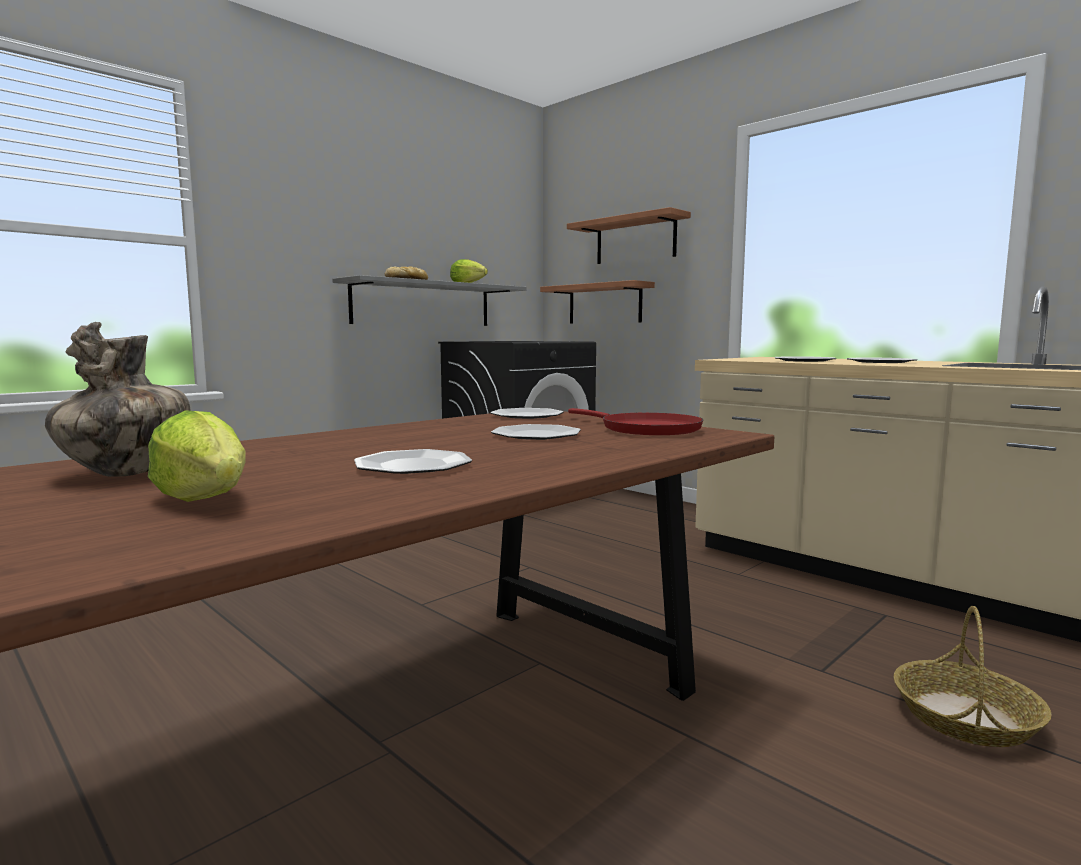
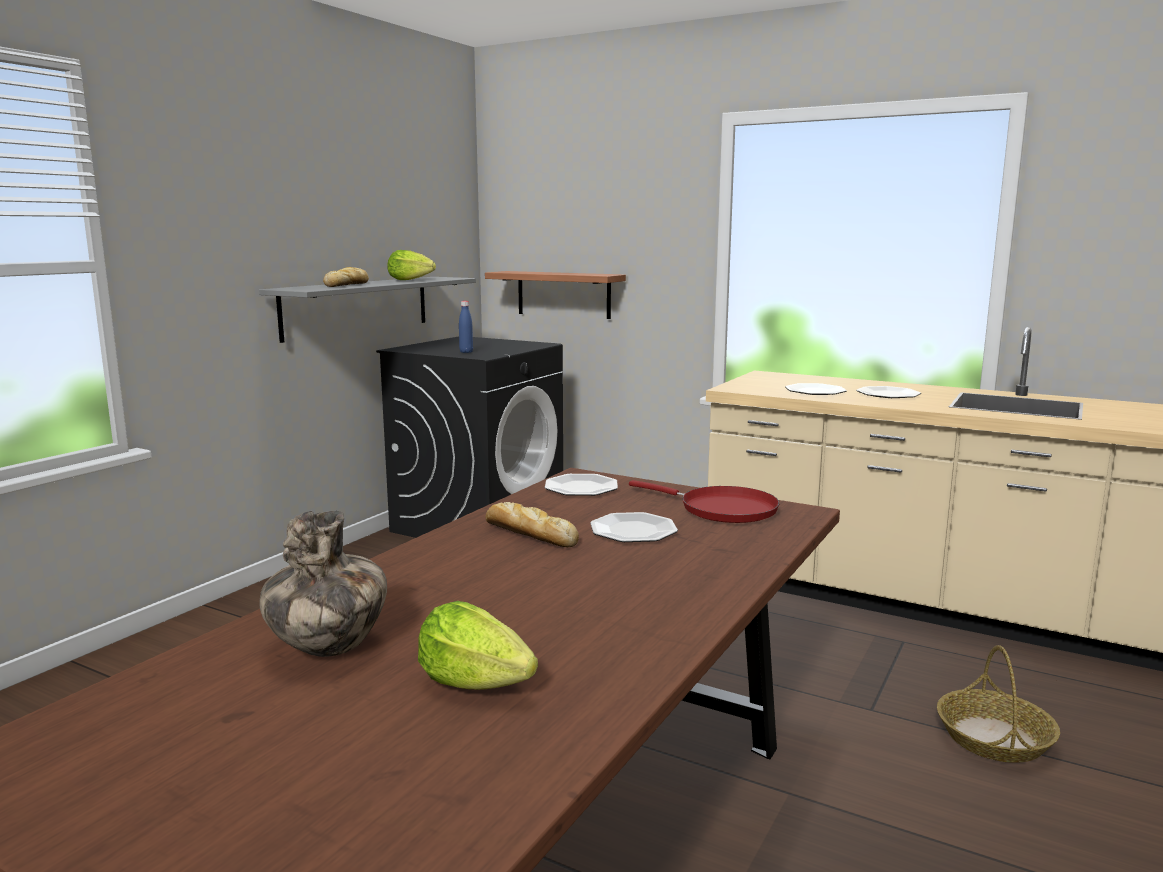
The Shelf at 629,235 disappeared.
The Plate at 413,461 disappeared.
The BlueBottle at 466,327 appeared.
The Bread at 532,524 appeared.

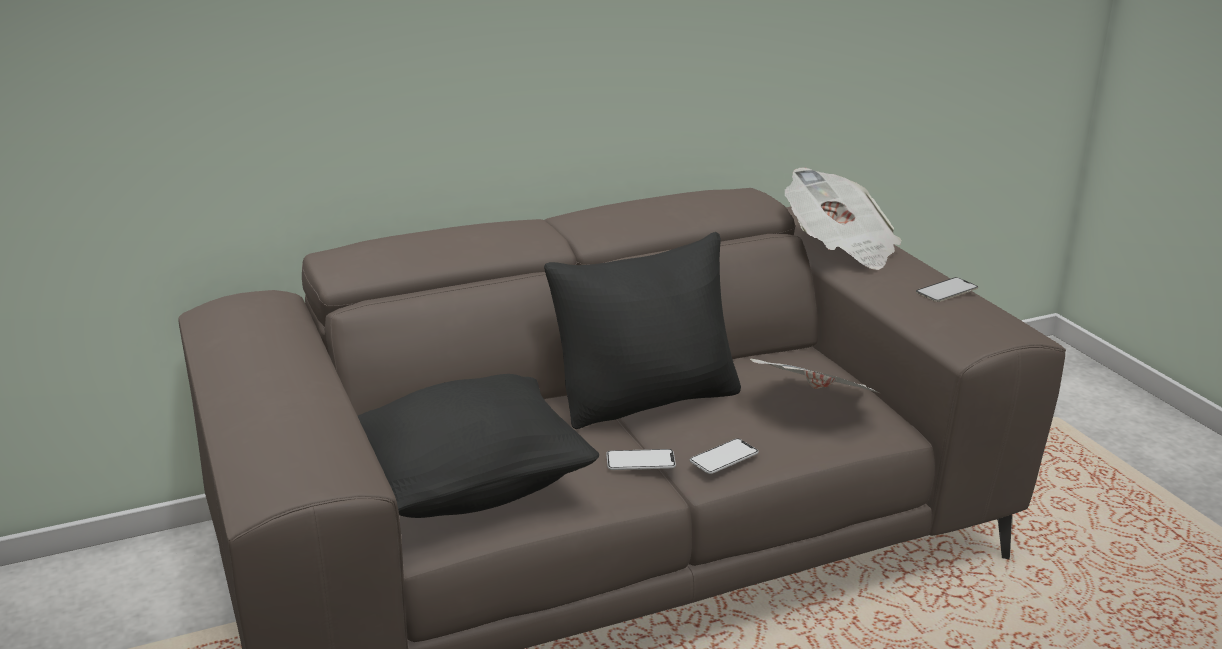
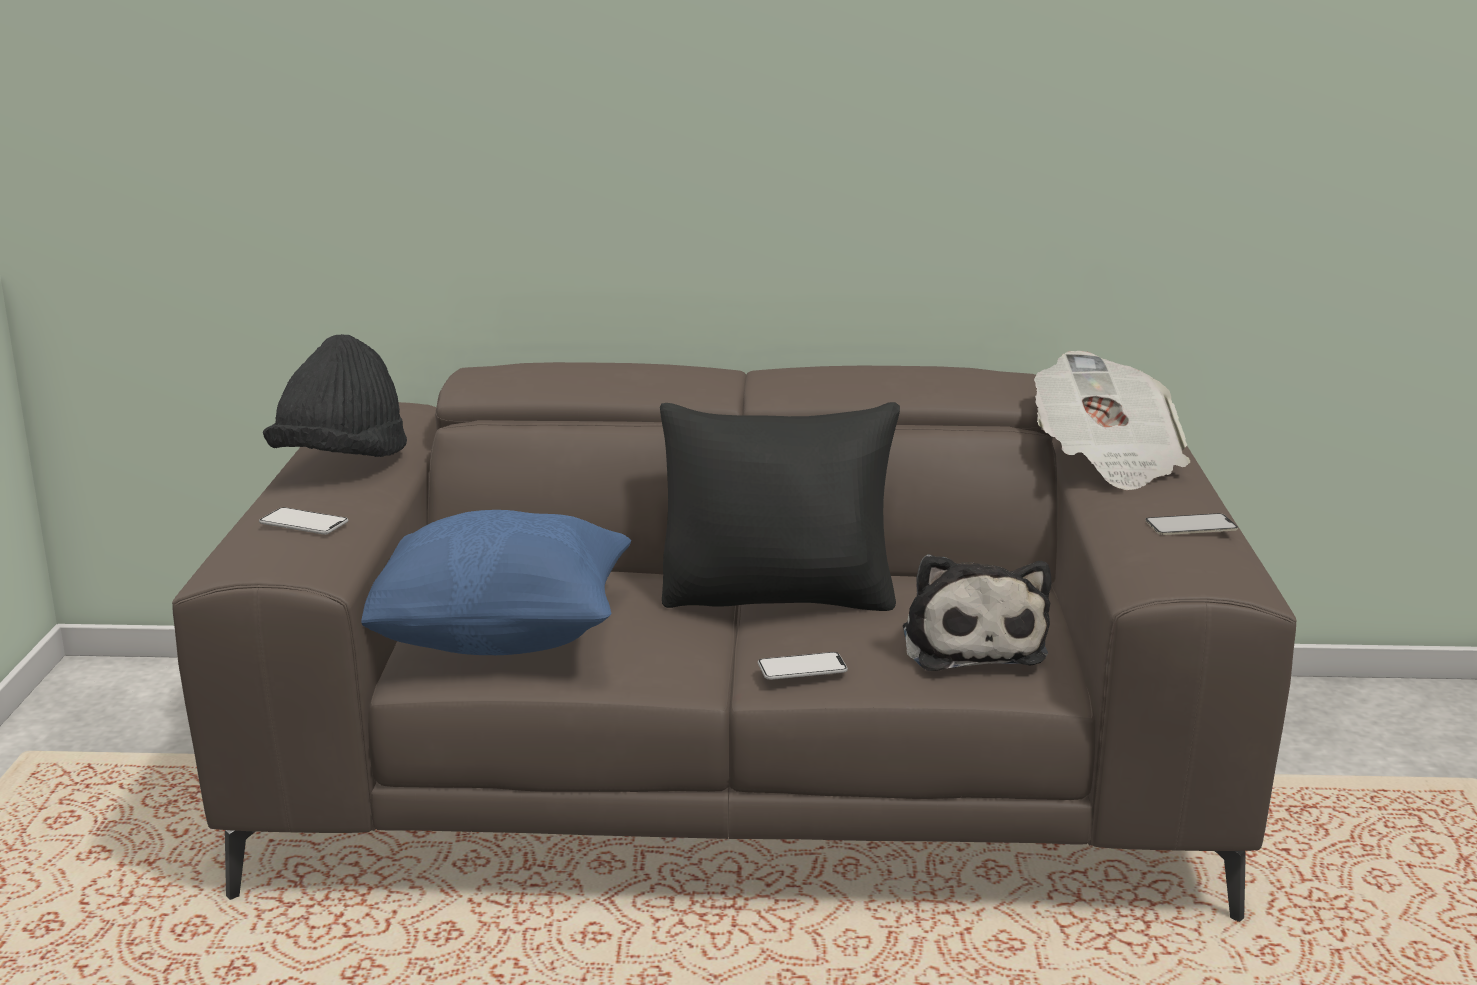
The Newspaper at 815,376 was replaced by the PlushToy at 977,612.
The BlackPillow at 478,446 became the BluePillow at 496,582.
The Phone moved from 641,459 to 303,521.
The BlackHat at 335,395 appeared.

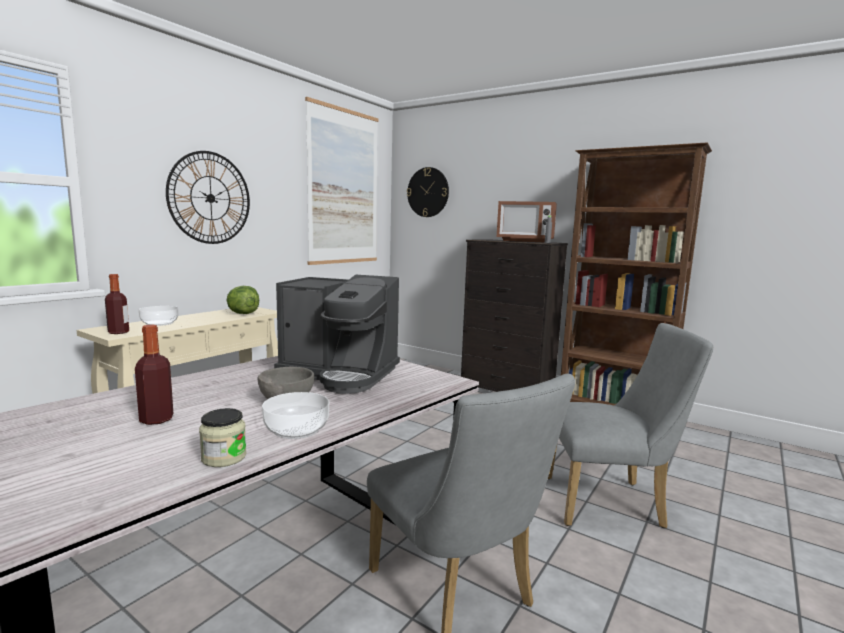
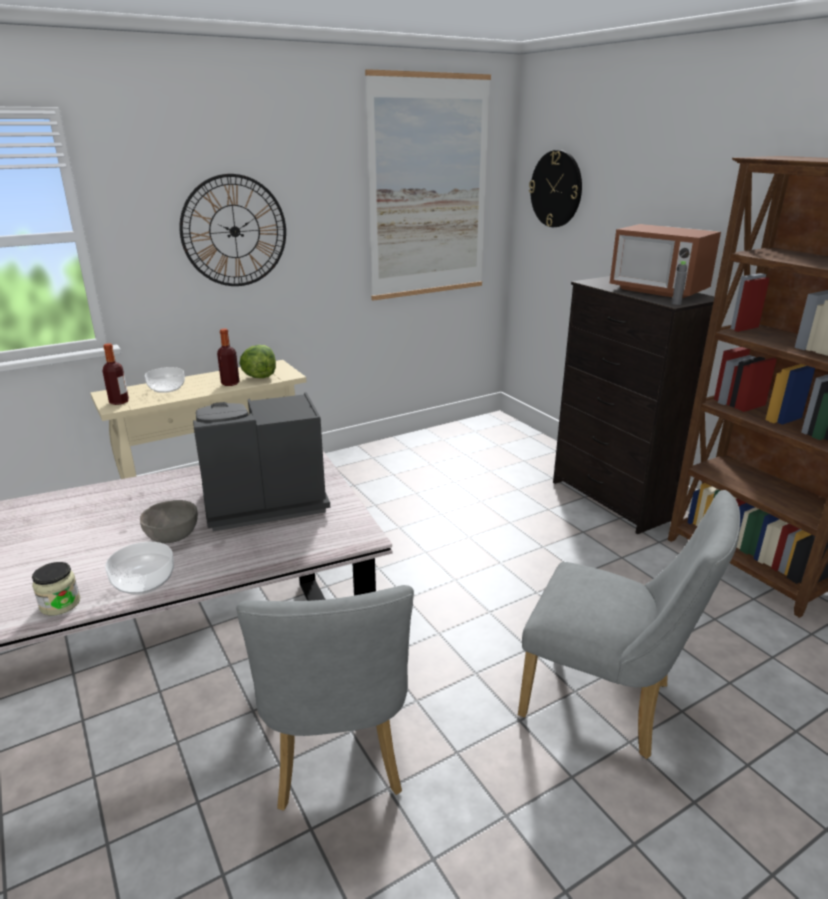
The CoffeeMachine at 337,334 turned 120 degrees clockwise.
The Bottle moved from 154,375 to 228,357.

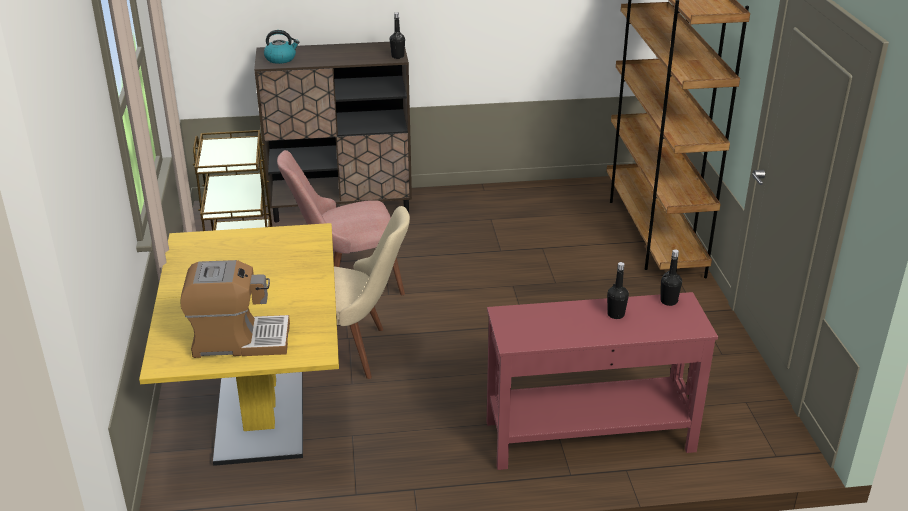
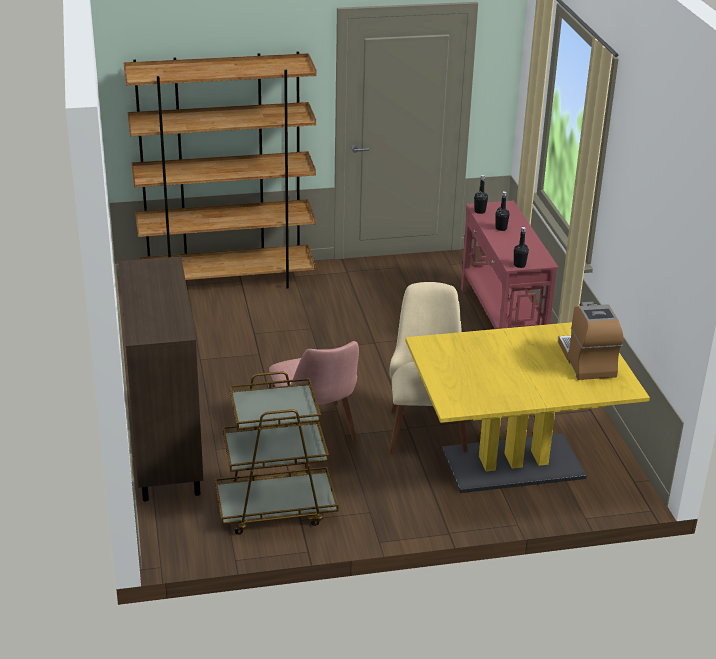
The BlackBottle moved from 397,35 to 521,247.
The Kettle at 281,47 disappeared.

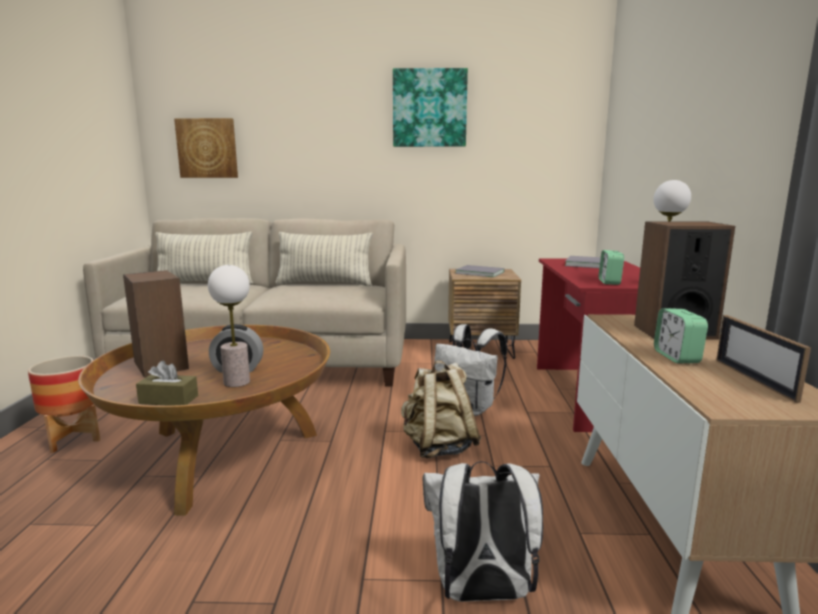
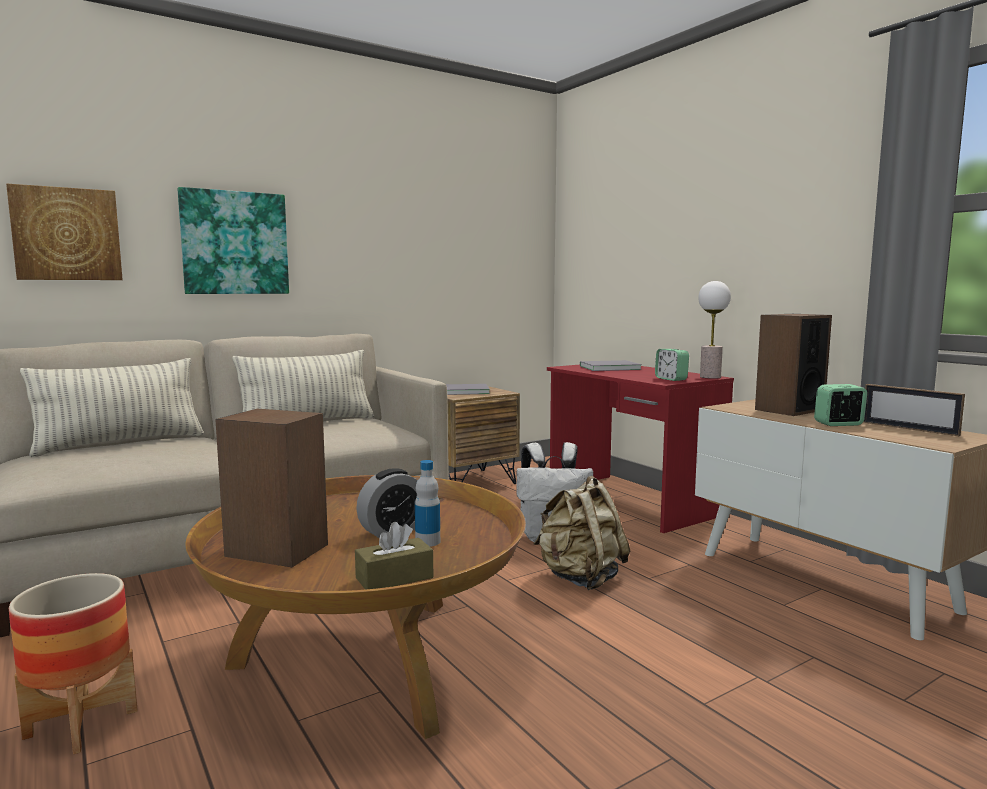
The Picture moved from 430,107 to 233,240.
The TableLamp at 229,326 was replaced by the Bottle at 427,503.
The AlarmClock at 681,335 turned 120 degrees clockwise.
The WhiteBackpack at 482,531 disappeared.

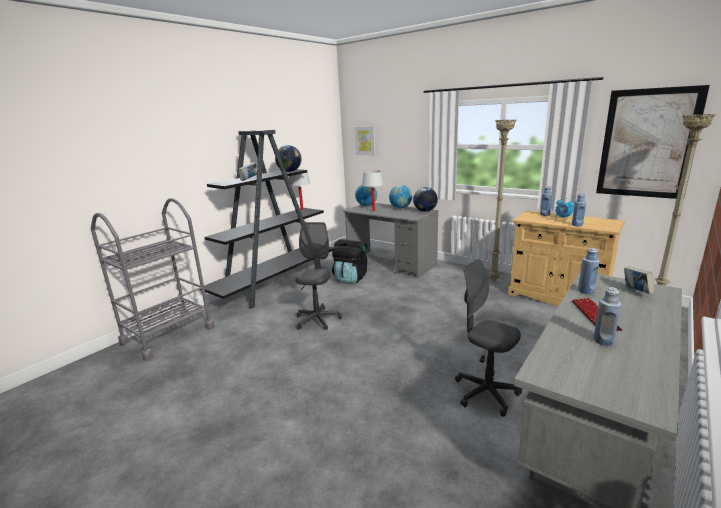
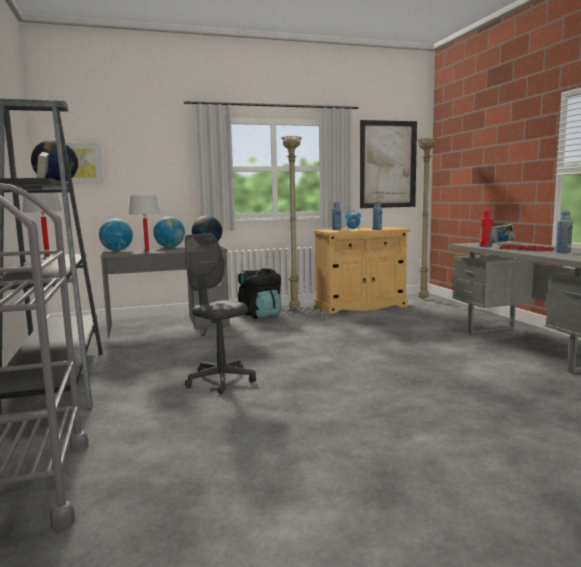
The BlackBackpack moved from 349,261 to 259,293.
The BlueBottle at 589,271 became the RedBottle at 486,228.
The GreyOfficeChair at 488,338 disappeared.

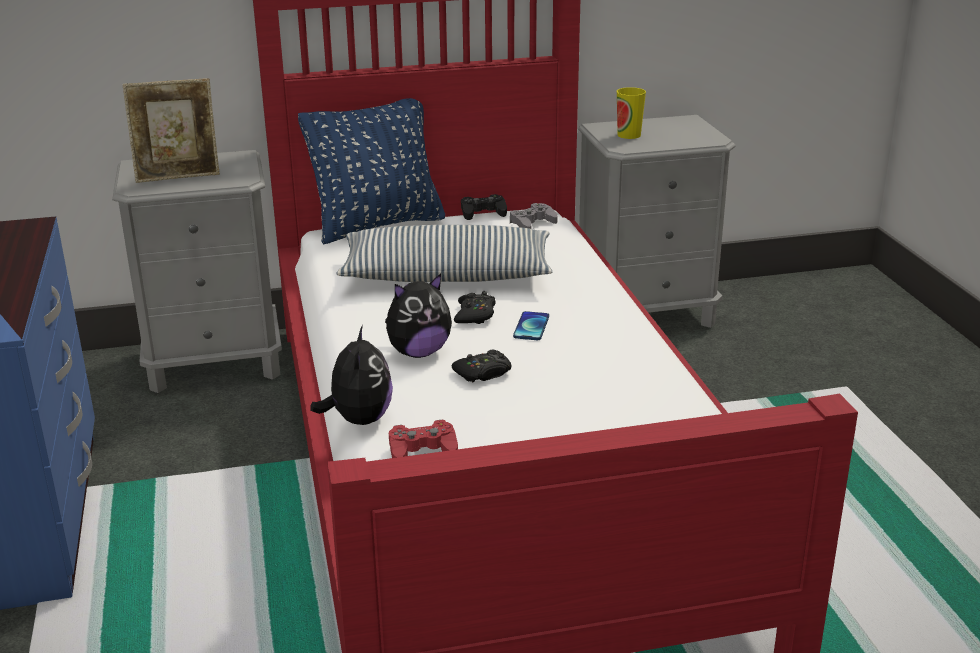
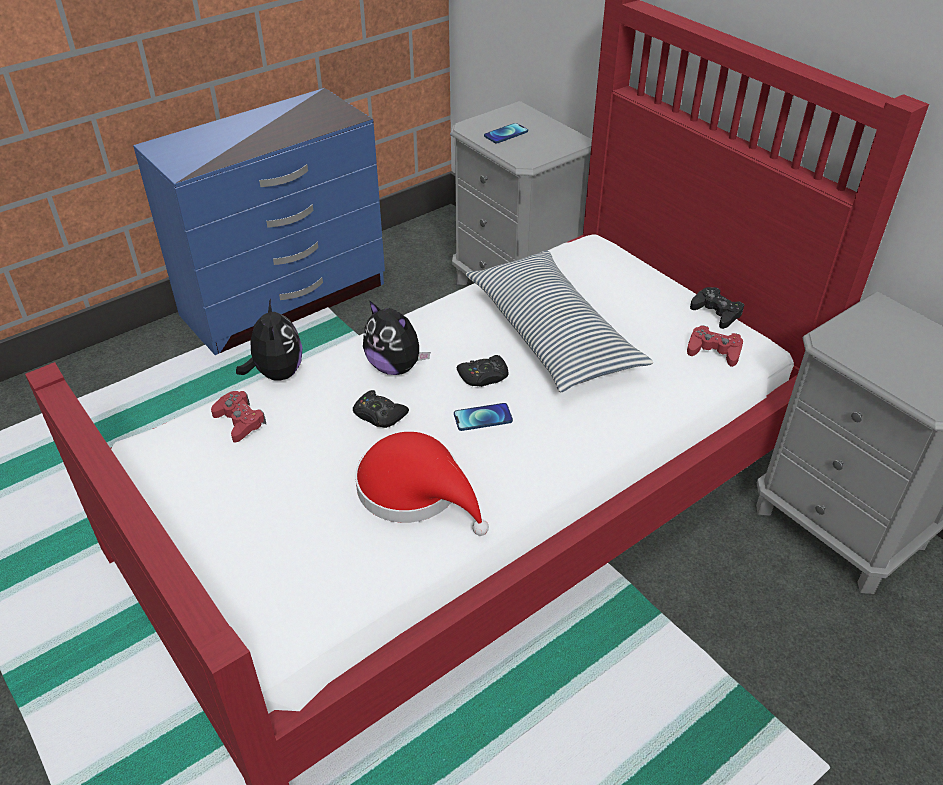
The PictureFrame at 171,130 was replaced by the Phone at 506,133.
The Cup at 631,113 disappeared.
The BluePillow at 371,171 disappeared.
The GreyGameController at 534,216 became the RedGameController at 715,346.
The PlushToy at 351,375 turned 75 degrees counterclockwise.
The RedHat at 422,484 appeared.

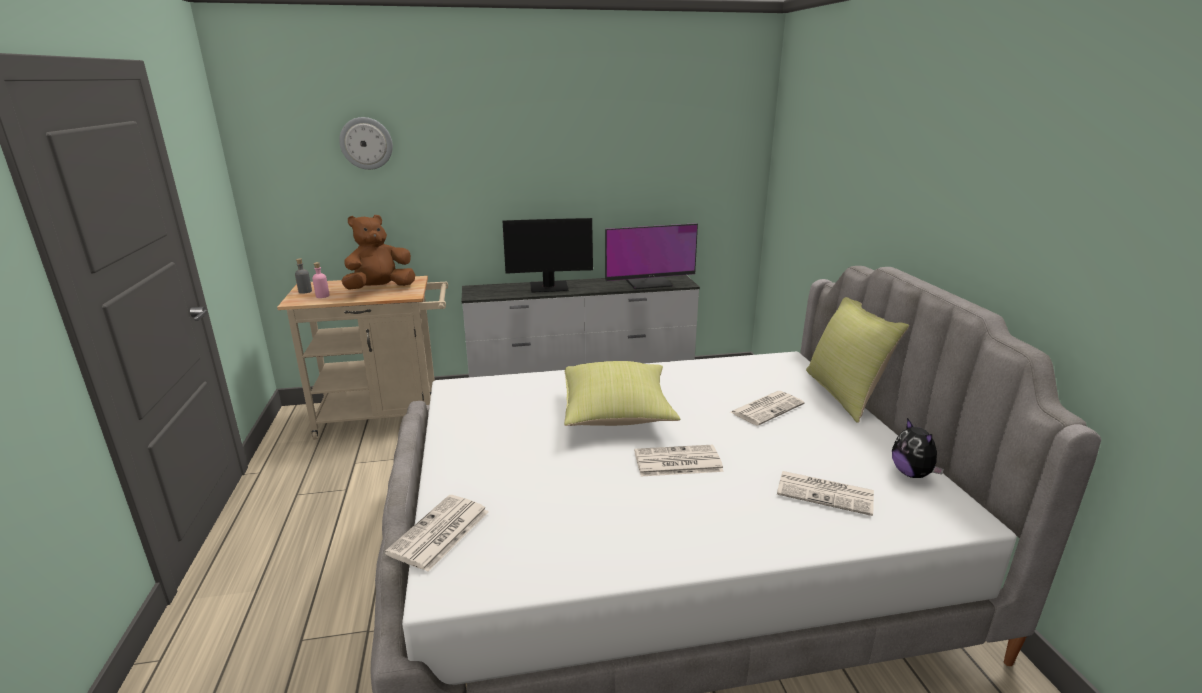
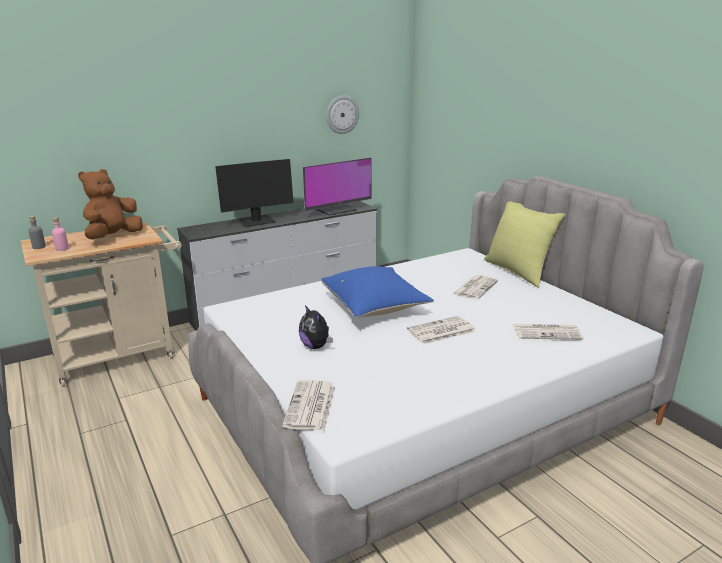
The WallClock moved from 366,143 to 342,114.
The YellowPillow at 622,393 became the BluePillow at 377,292.
The PlushToy moved from 918,448 to 316,327.

